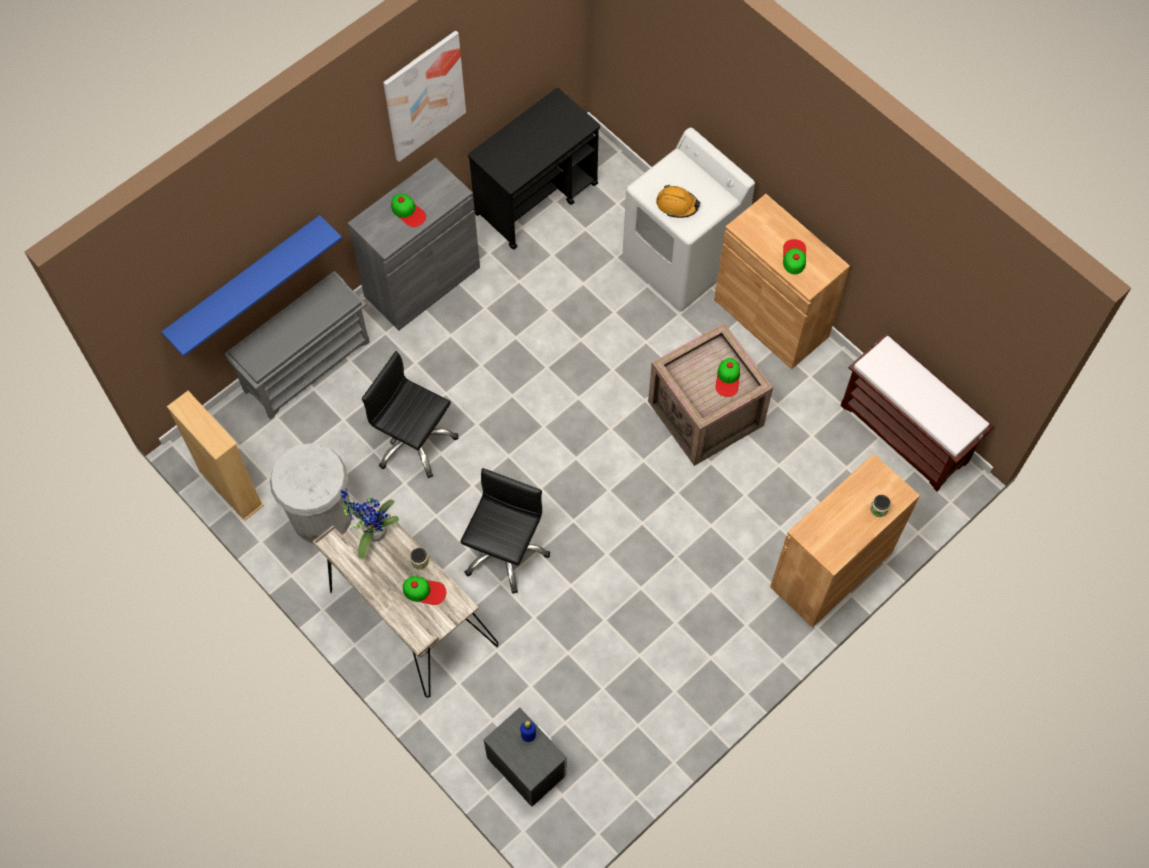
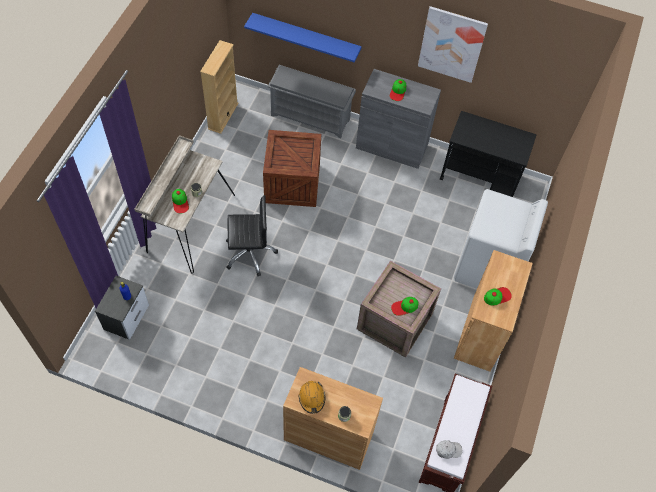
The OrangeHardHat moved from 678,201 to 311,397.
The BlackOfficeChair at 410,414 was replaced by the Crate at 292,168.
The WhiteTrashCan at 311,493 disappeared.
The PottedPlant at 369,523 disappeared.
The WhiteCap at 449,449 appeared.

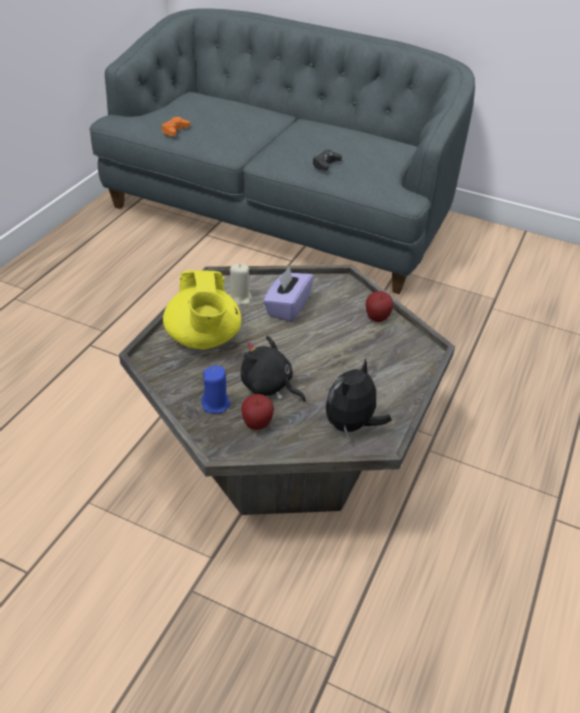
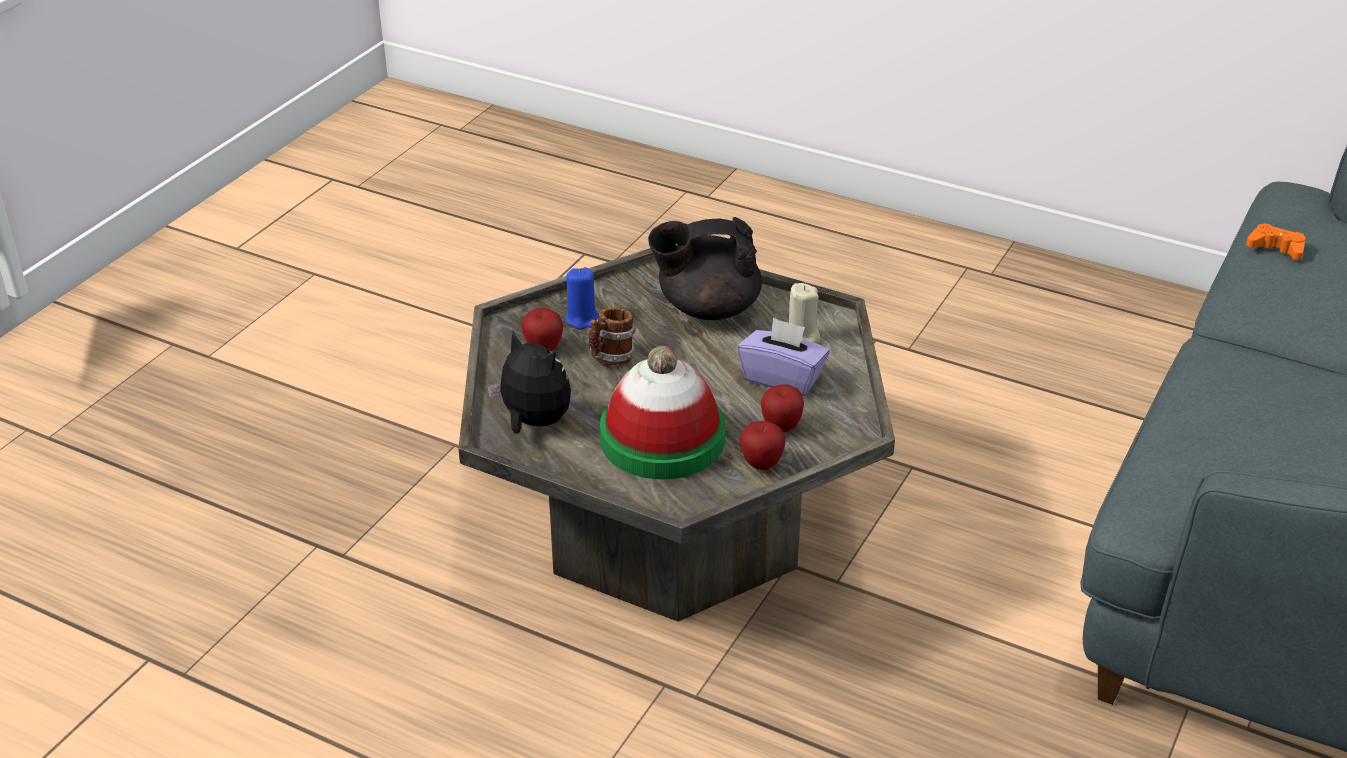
The BlackGameController at 327,160 disappeared.
The YellowTeapot at 202,309 became the BlackTeapot at 705,268.
The BlackPlushToy at 273,368 was replaced by the Mug at 612,336.
The Hat at 662,412 appeared.
The Apple at 782,408 appeared.

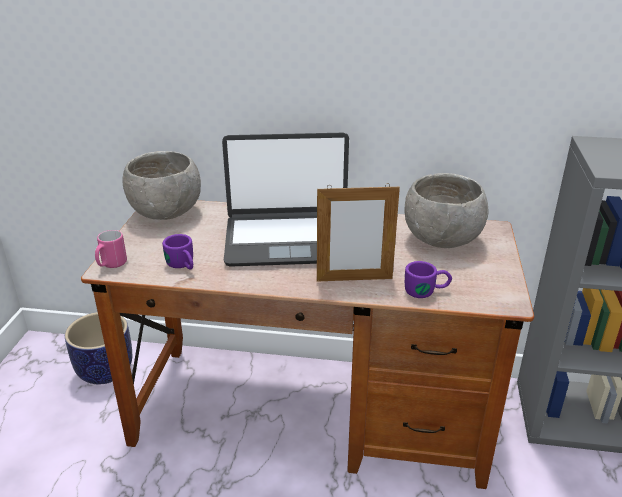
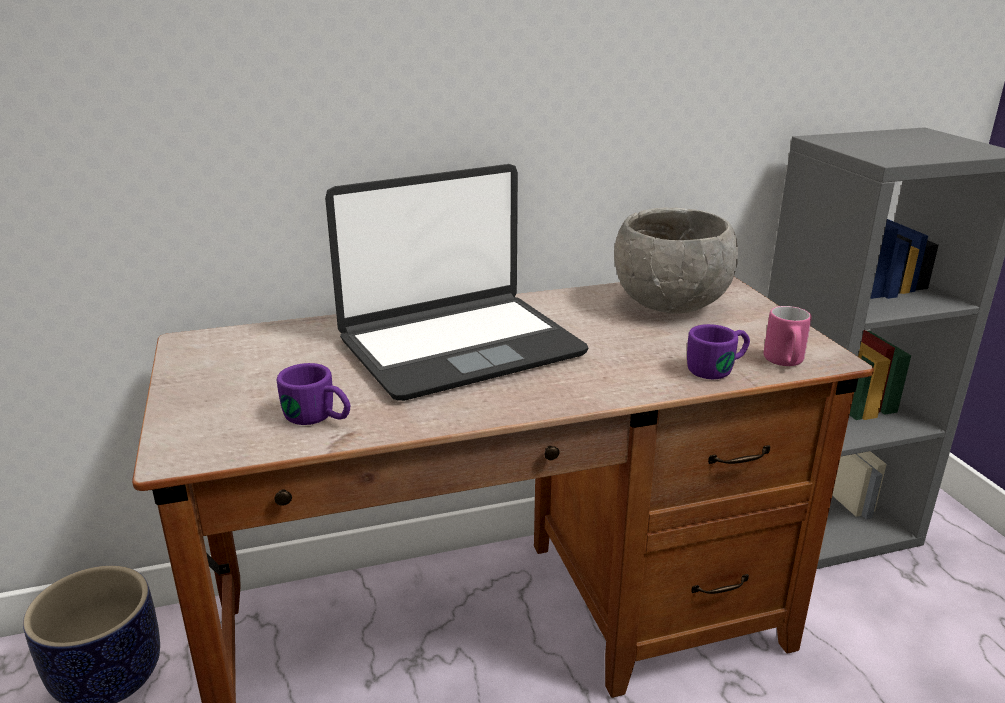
The GreyBowl at 161,185 disappeared.
The PictureFrame at 358,232 disappeared.
The PinkMug moved from 111,249 to 788,336.

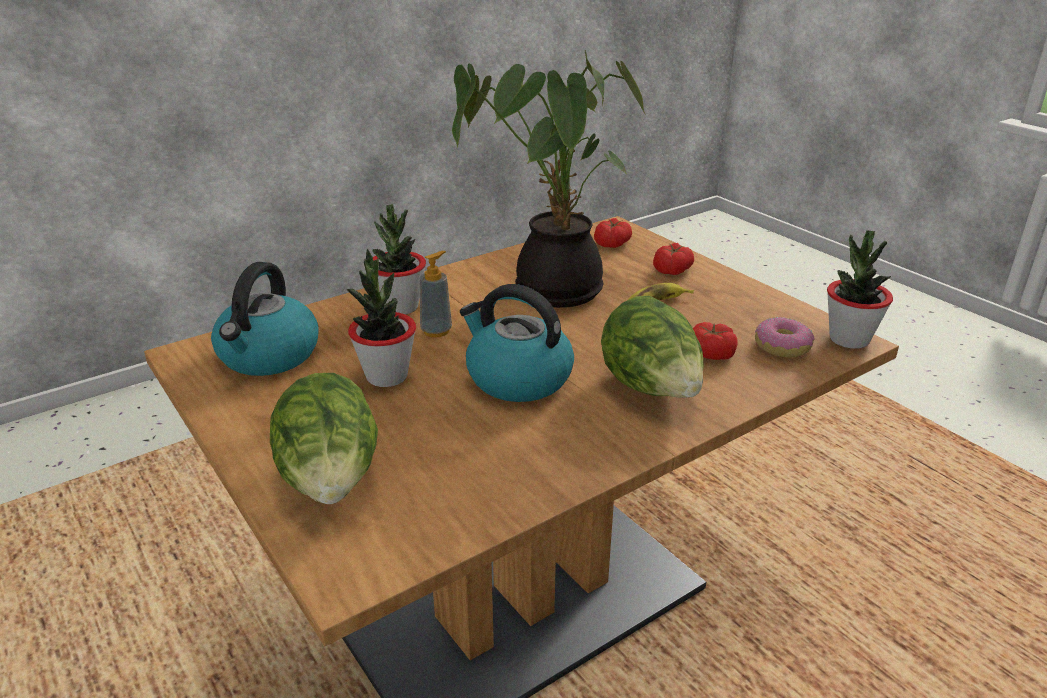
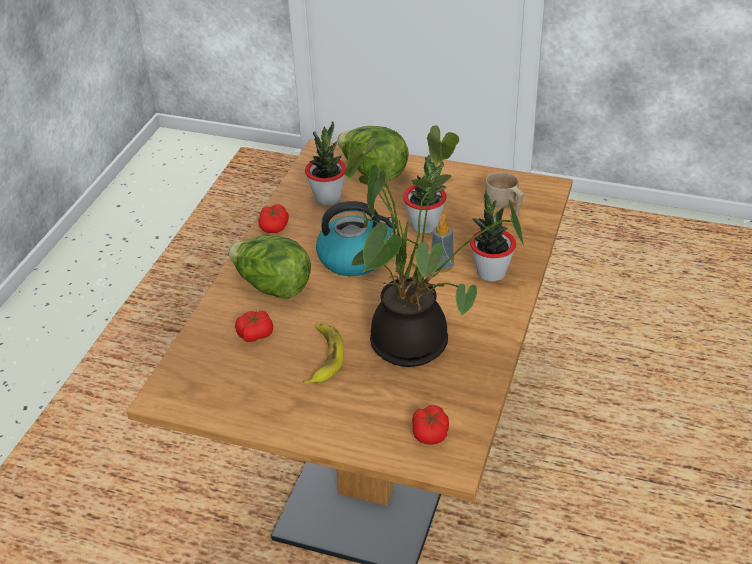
The PottedPlant moved from 860,289 to 325,163.
The Tomato moved from 673,259 to 273,218.
The Kettle at 265,319 was replaced by the BeigeCup at 504,194.
The Donut at 784,337 disappeared.

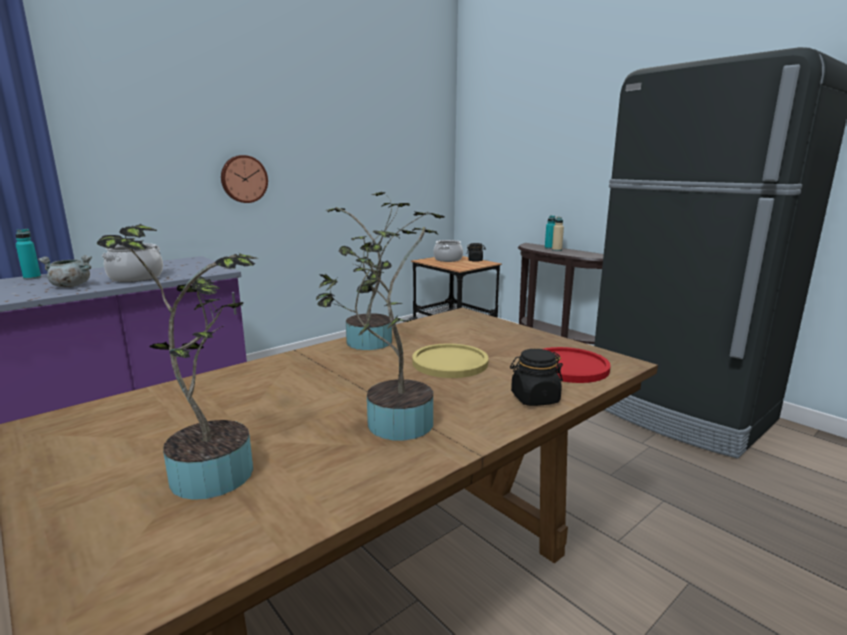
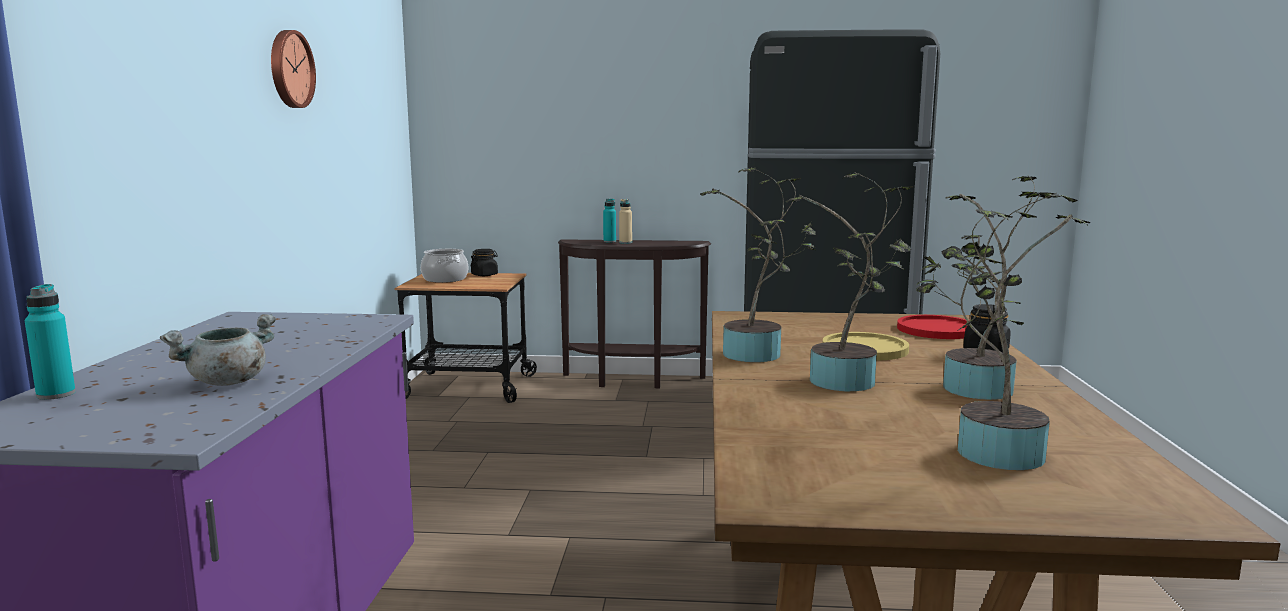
The WallClock moved from 244,179 to 293,69.
The CookingPot at 132,262 disappeared.
The PottedPlant at 850,281 appeared.

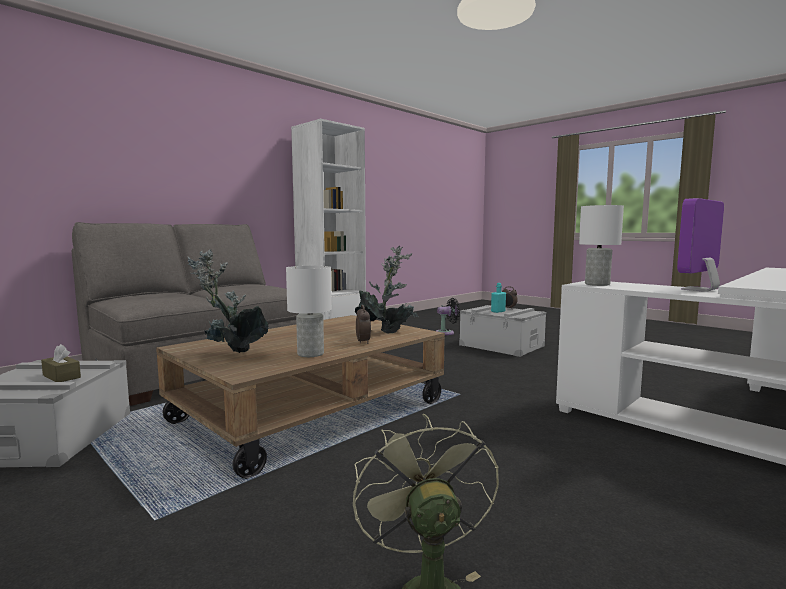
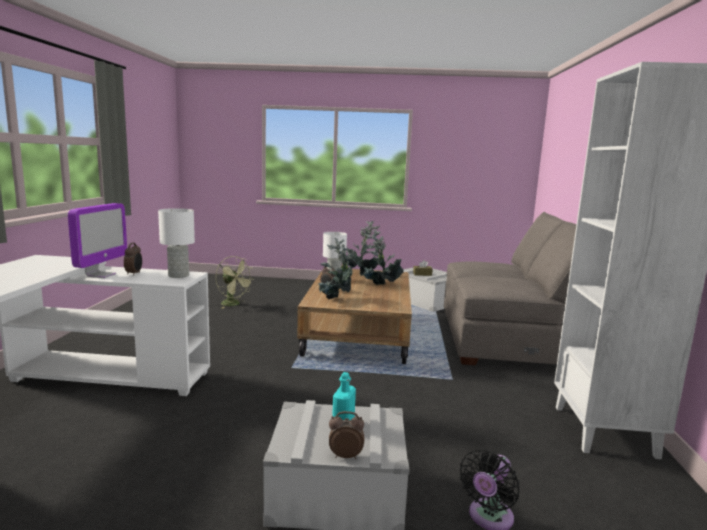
The PottedPlant at 382,257 appeared.
The AlarmClock at 133,259 appeared.

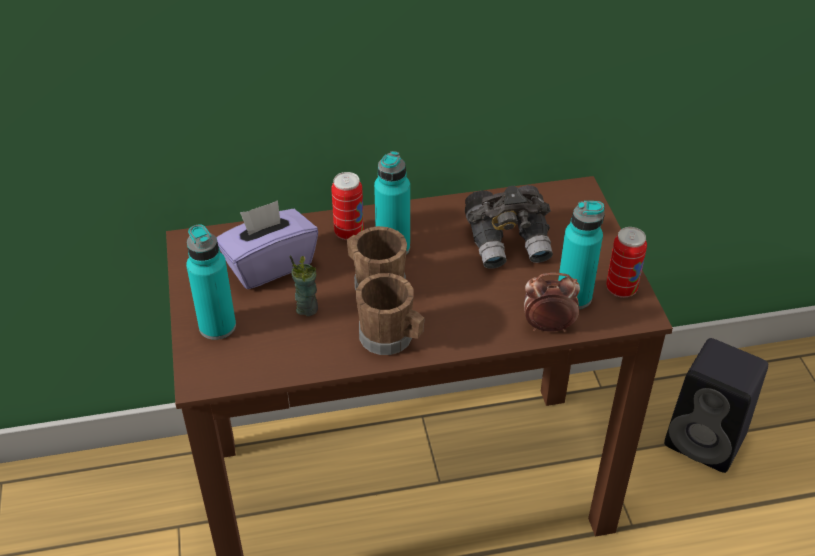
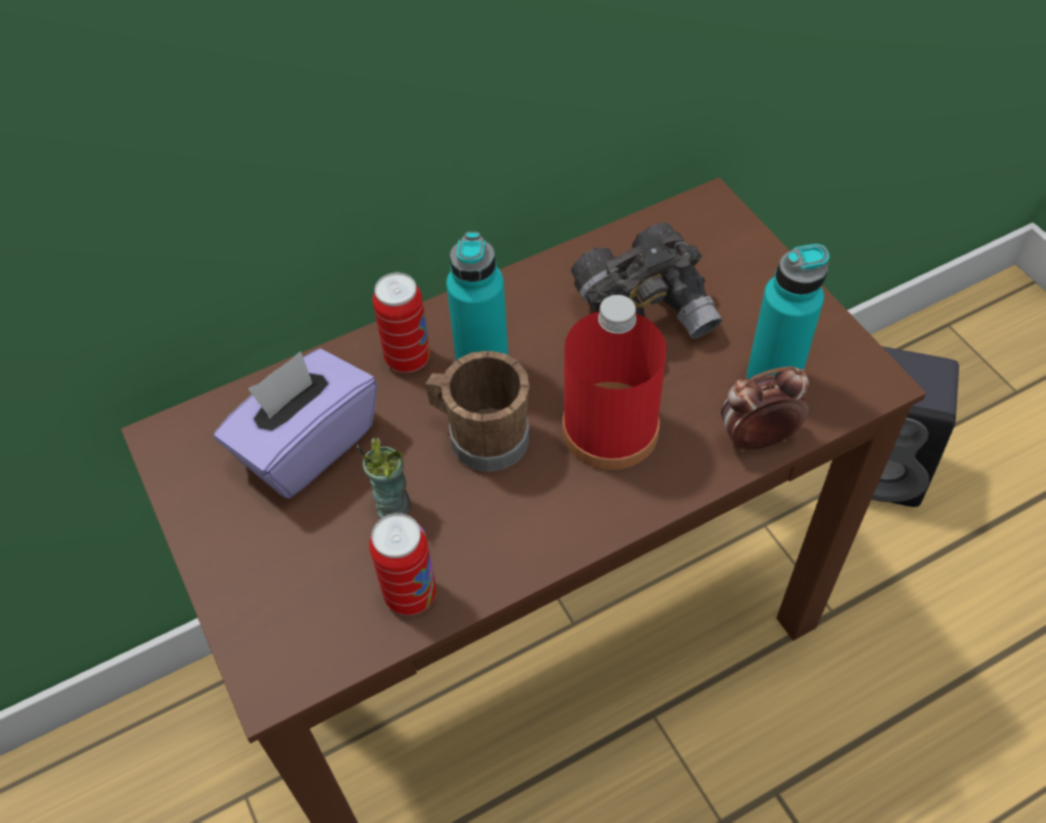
The TurquoiseBottle at 211,282 disappeared.
The Can moved from 626,262 to 402,564.
The BrownMug at 390,314 disappeared.
The RedBottle at 614,382 appeared.

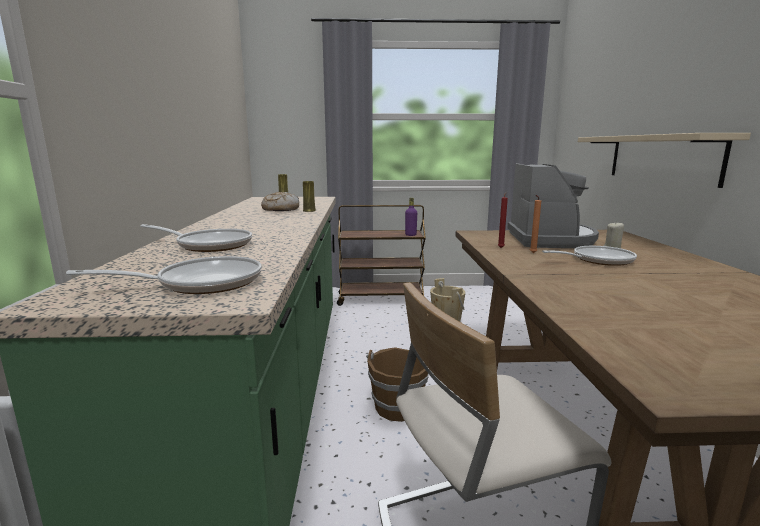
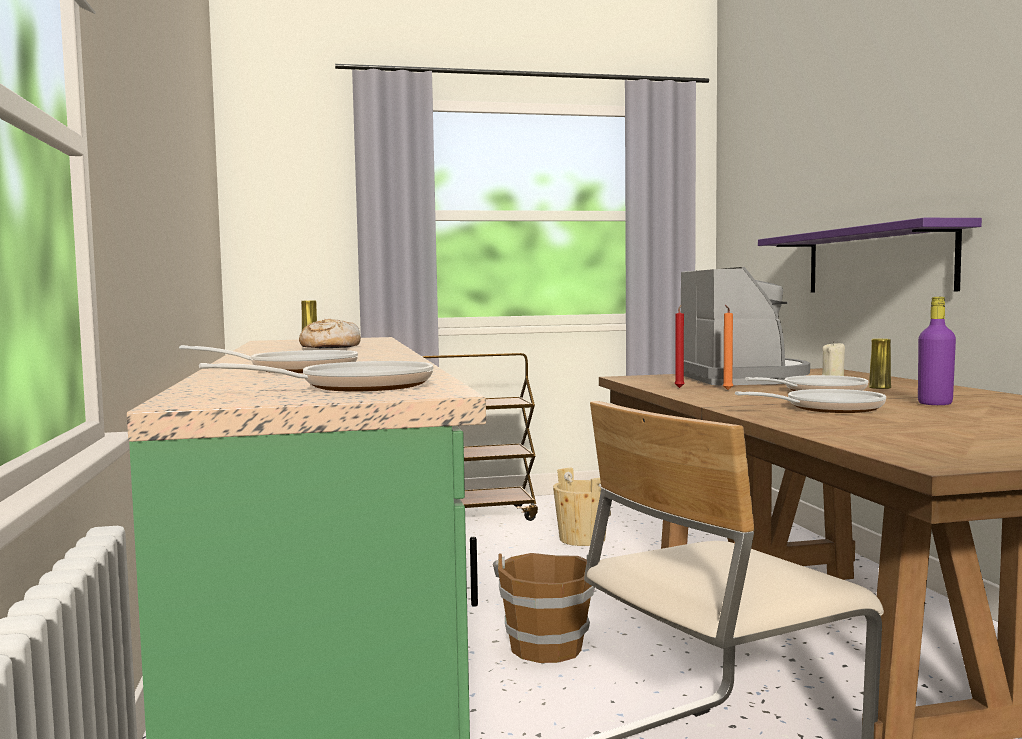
The BeigeShelf at 664,160 became the PurpleShelf at 870,255.
The YellowVase moved from 309,196 to 880,364.
The PurpleBottle moved from 411,217 to 937,351.
The FryingPan at 810,401 appeared.

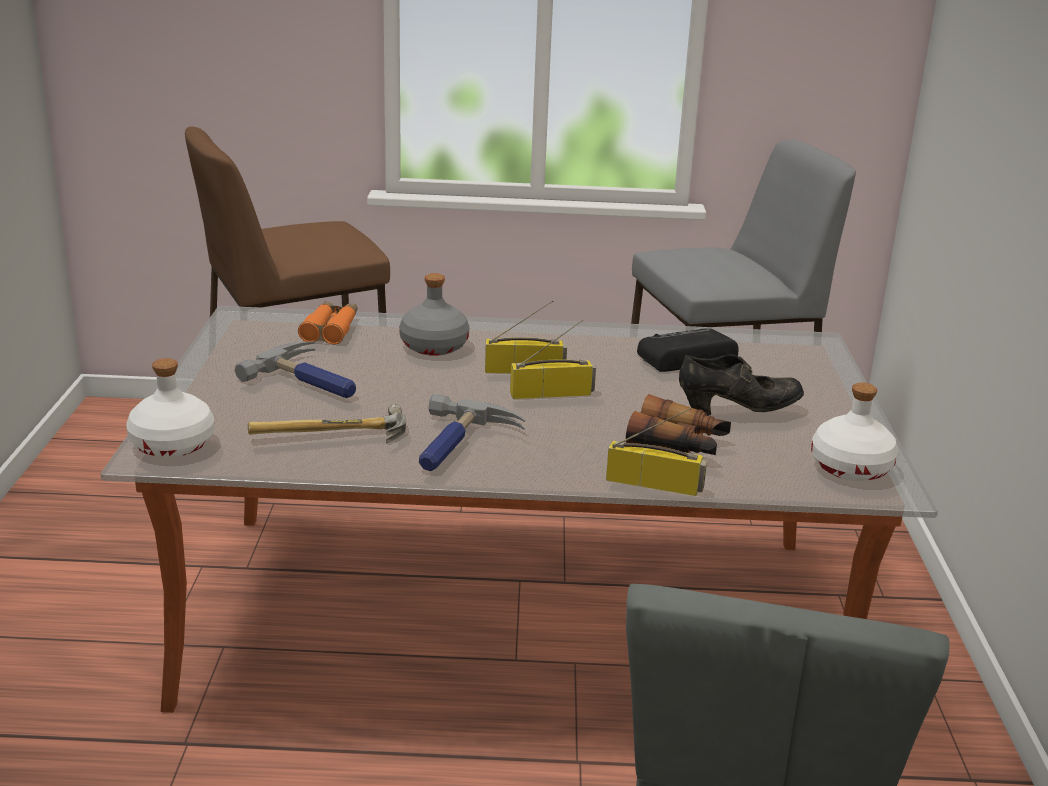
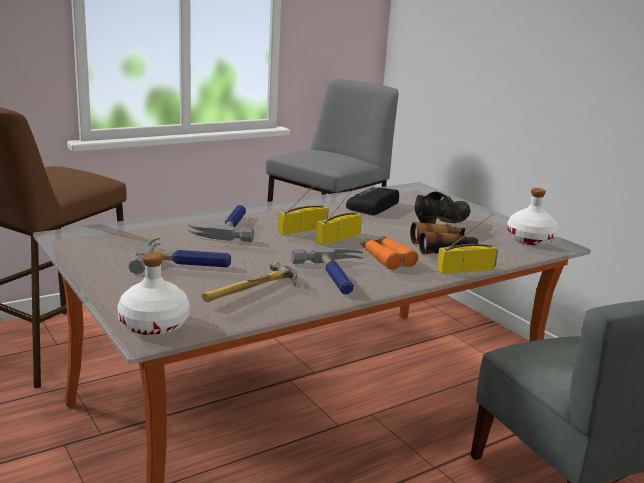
The GreyBottle at 434,314 was replaced by the Hammer at 221,223.
The OrangeBinoculars moved from 328,323 to 389,253.

